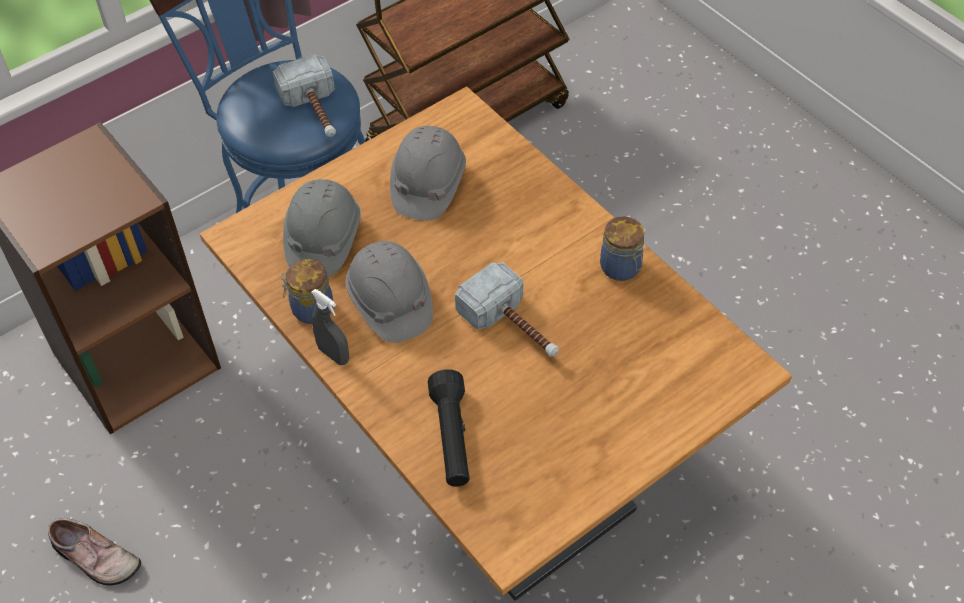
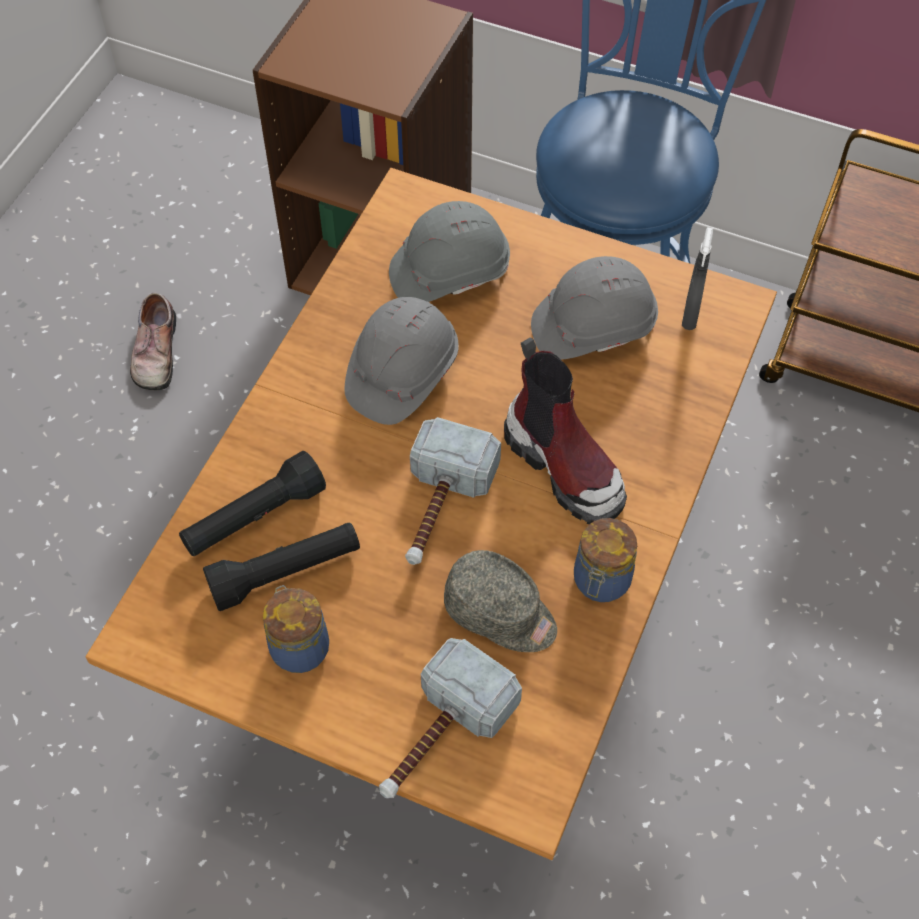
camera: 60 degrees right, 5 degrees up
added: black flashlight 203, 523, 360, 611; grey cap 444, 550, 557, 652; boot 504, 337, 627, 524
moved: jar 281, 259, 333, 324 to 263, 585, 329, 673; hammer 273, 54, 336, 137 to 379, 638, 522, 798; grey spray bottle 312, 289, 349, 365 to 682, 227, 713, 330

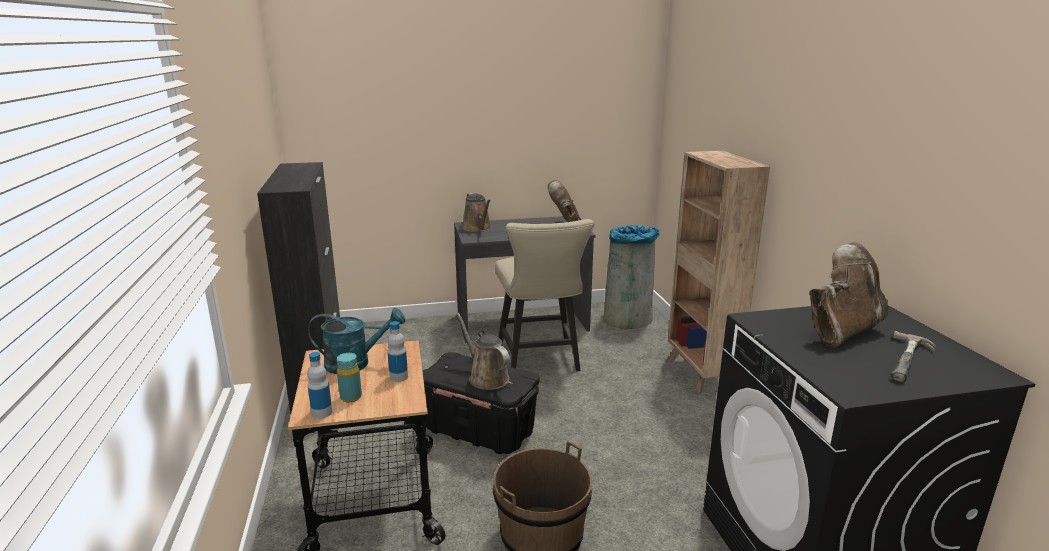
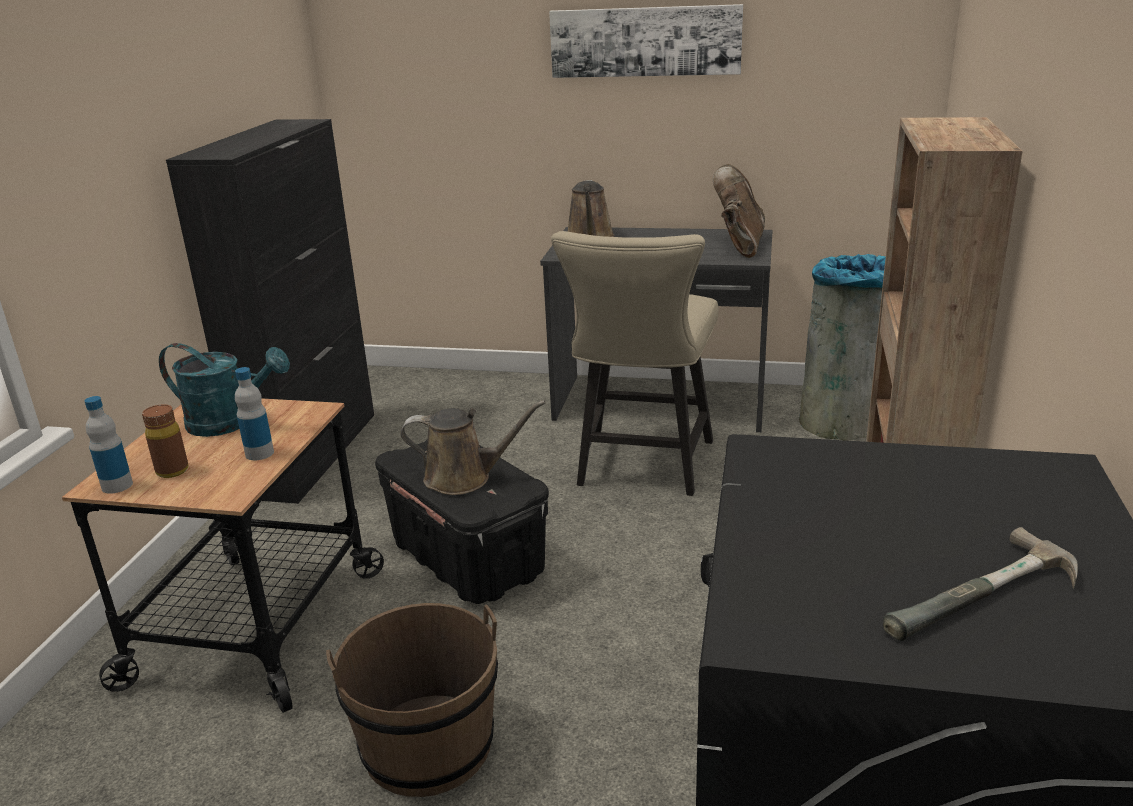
camera: 25 degrees right, 5 degrees up
removed: brown boot 809, 242, 889, 348
added: picture 549, 4, 743, 78
recoloured: turquoise bottle 337, 353, 362, 403 to brown bottle 142, 404, 189, 478
turned: brown watering can 456, 312, 510, 390 = 401, 400, 545, 495 105 degrees clockwise

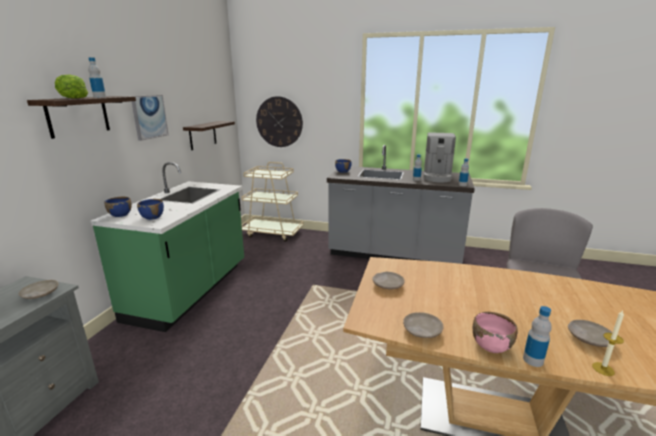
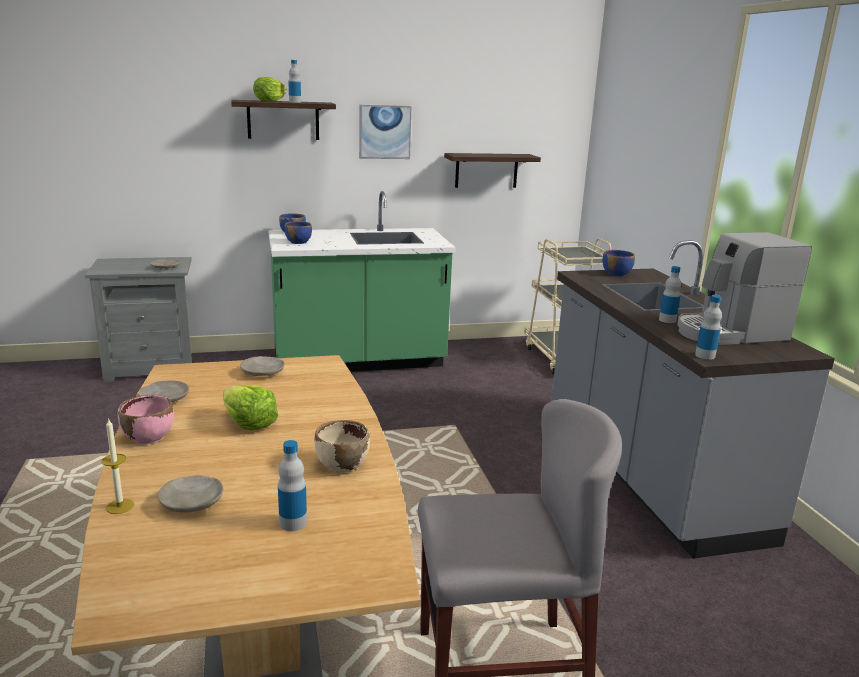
camera: 60 degrees right, 0 degrees up
removed: wall clock 256, 96, 303, 147
added: lettuce 223, 385, 278, 430; beige bowl 315, 420, 370, 472
moved: bottle 523, 306, 551, 367 to 278, 440, 307, 531

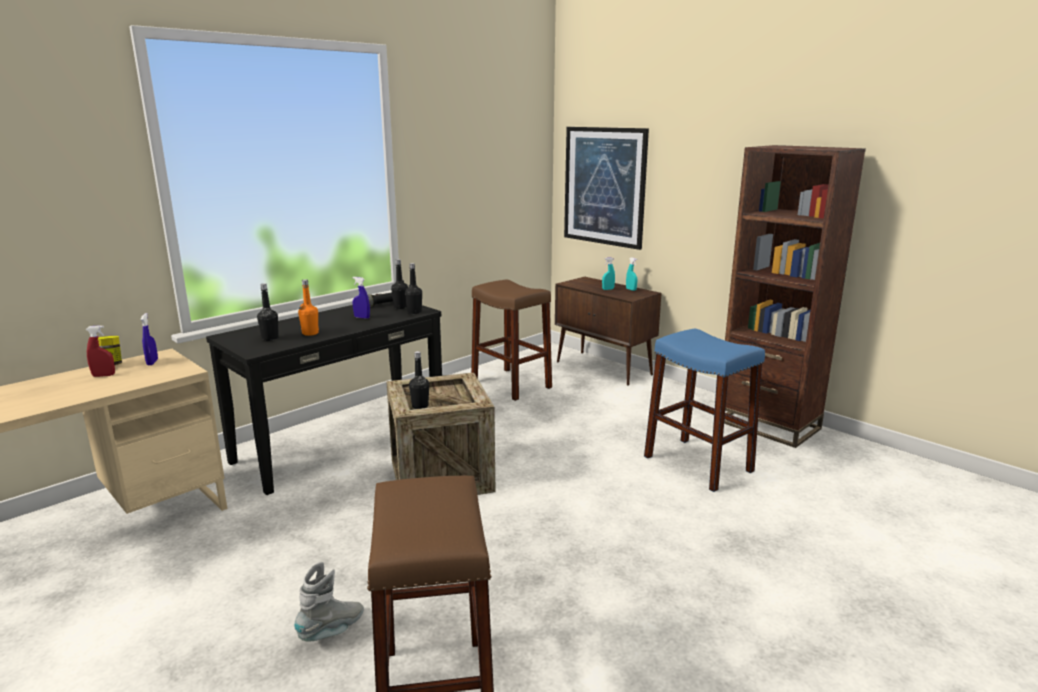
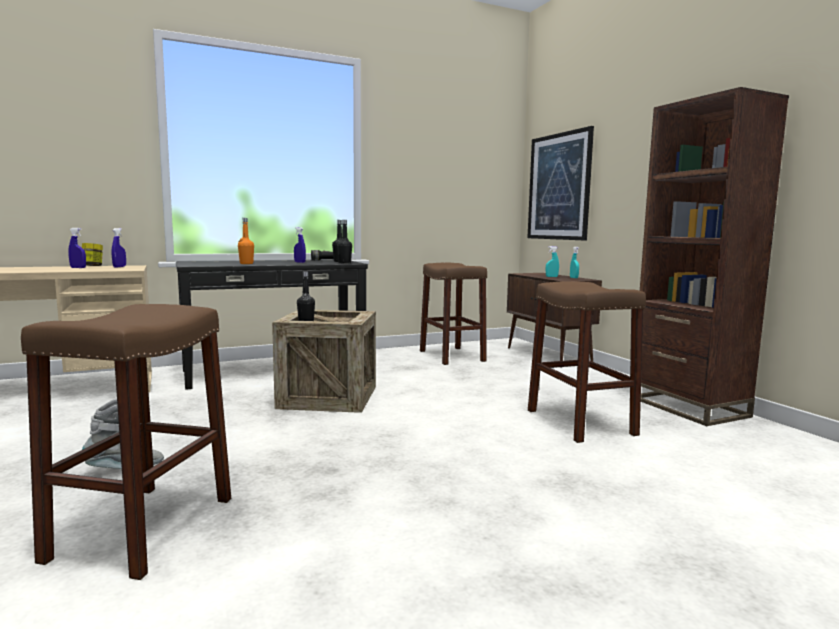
camera: 20 degrees right, 10 degrees down
removed: black bottle 257, 283, 279, 341
recoloured: red spray bottle 85, 325, 115, 377 to blue spray bottle 68, 228, 86, 268; blue stool 644, 329, 765, 492 to brown stool 528, 281, 646, 443

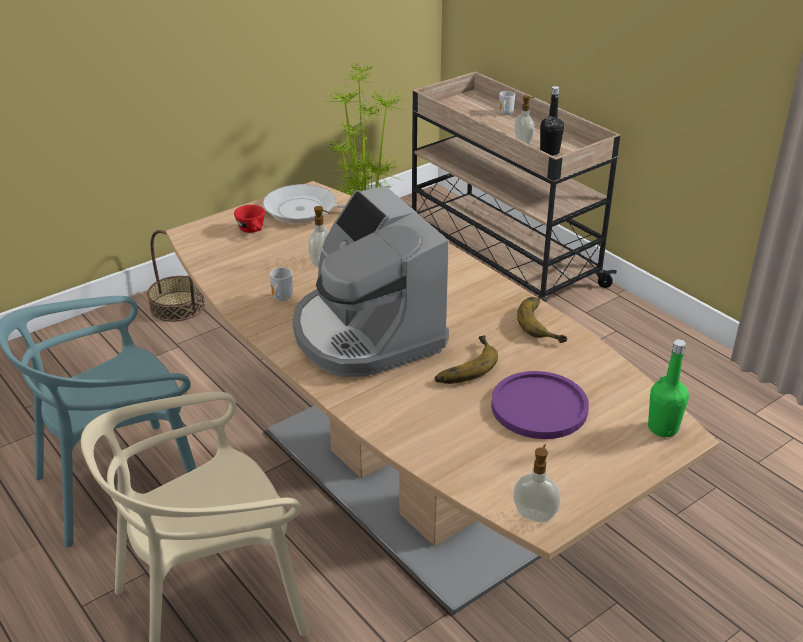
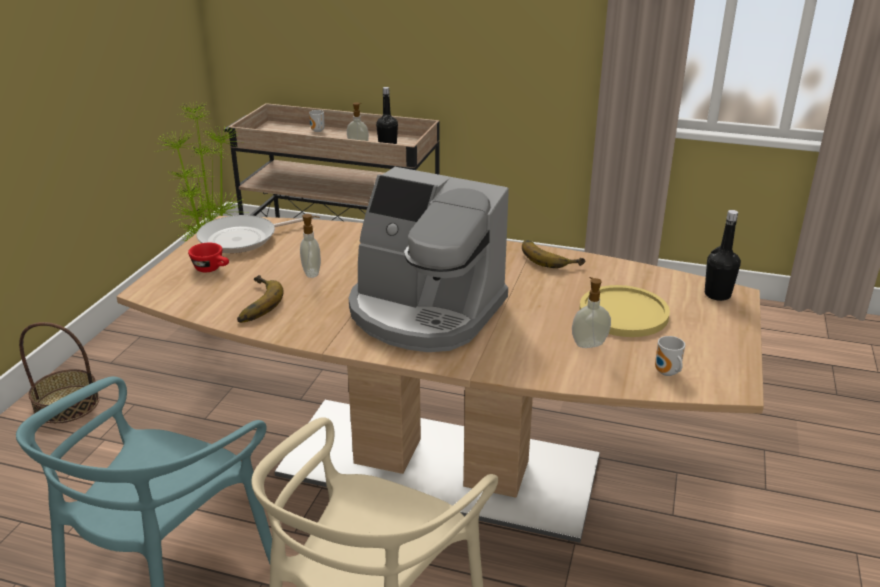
camera: 35 degrees left, 5 degrees down
moved: banana 435, 335, 498, 384 to 237, 275, 284, 323; soap dispenser 513, 444, 560, 522 to 572, 277, 611, 348; mug 270, 267, 293, 301 to 655, 336, 685, 376
recoloured: purple plate 491, 371, 589, 439 to yellow plate 579, 285, 670, 337; green bottle 648, 339, 689, 437 to black bottle 705, 210, 741, 301

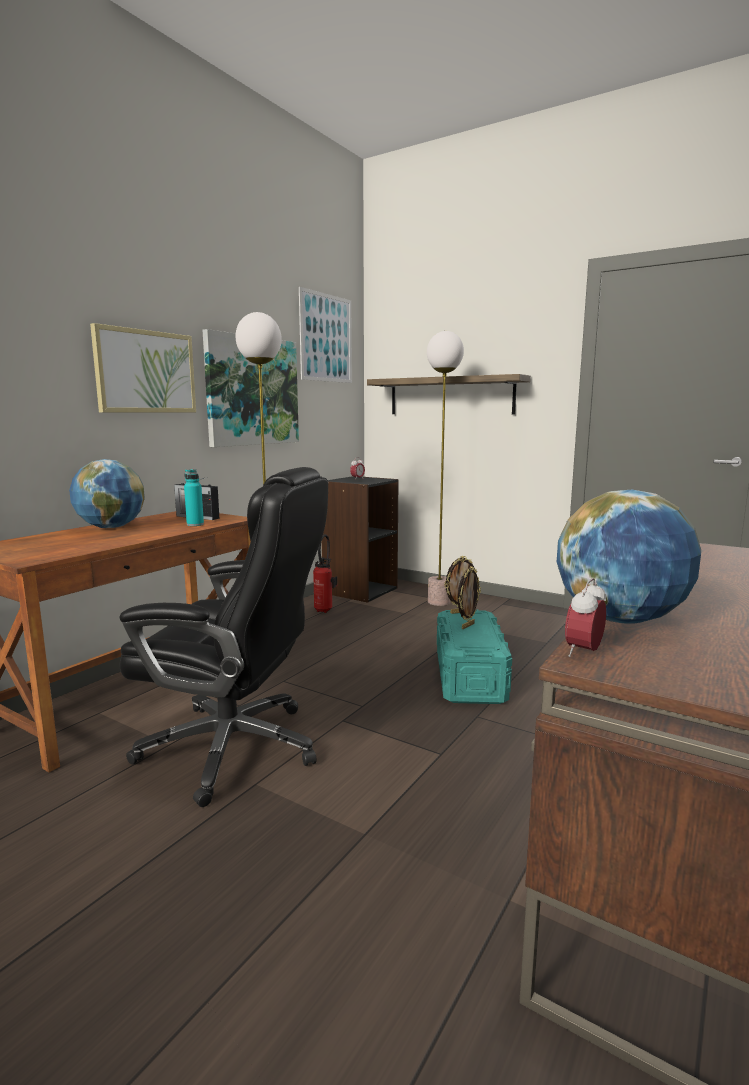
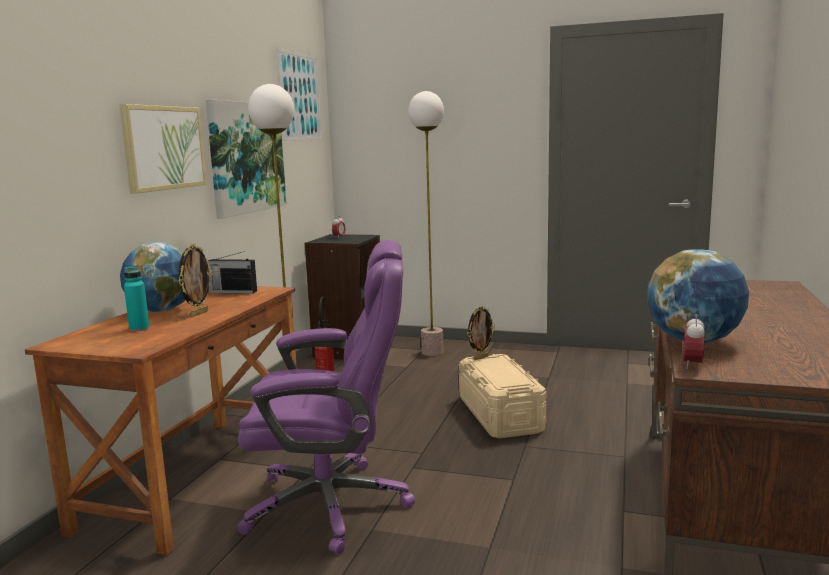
camera: 15 degrees left, 0 degrees up
removed: shelf 367, 374, 531, 414
moved: turquoise bottle 184, 469, 204, 526 to 124, 266, 150, 331; picture frame 458, 566, 481, 629 to 178, 243, 213, 317
recoloured: black office chair 120, 467, 328, 807 to purple office chair 237, 240, 415, 555; turquoise storage box 437, 610, 512, 704 to beige storage box 459, 354, 546, 439

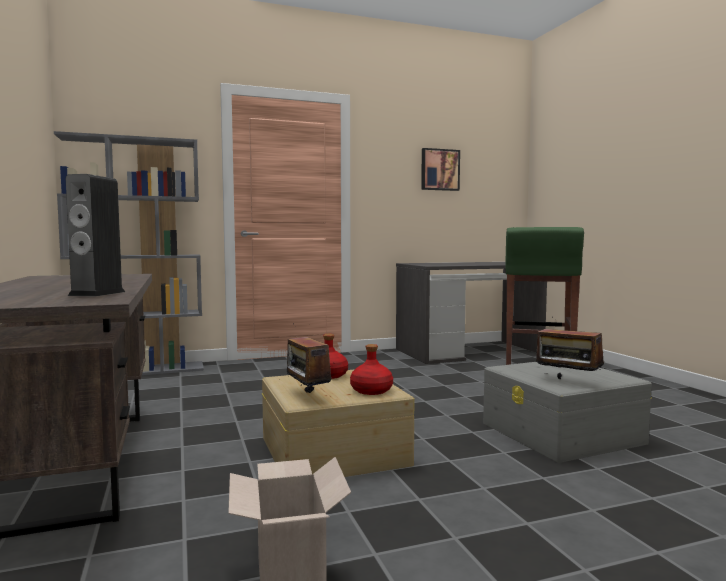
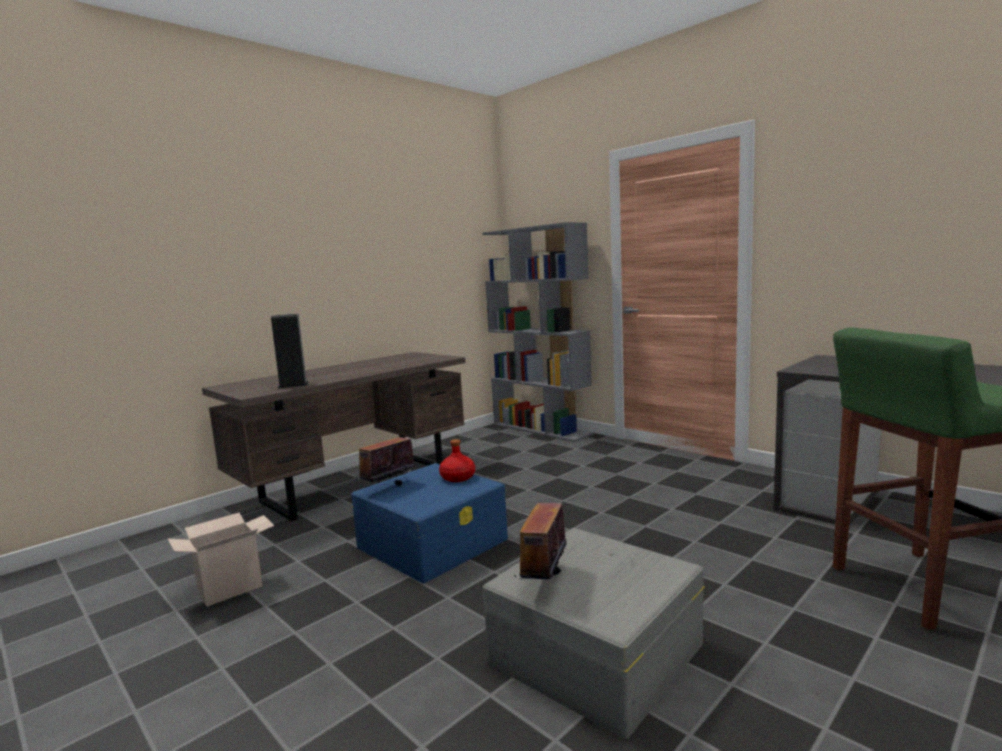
camera: 65 degrees right, 5 degrees up
removed: red bottle 350, 344, 393, 395; picture 421, 148, 460, 191
recoloured: beige storage box 262, 369, 415, 477 to blue storage box 351, 463, 508, 584

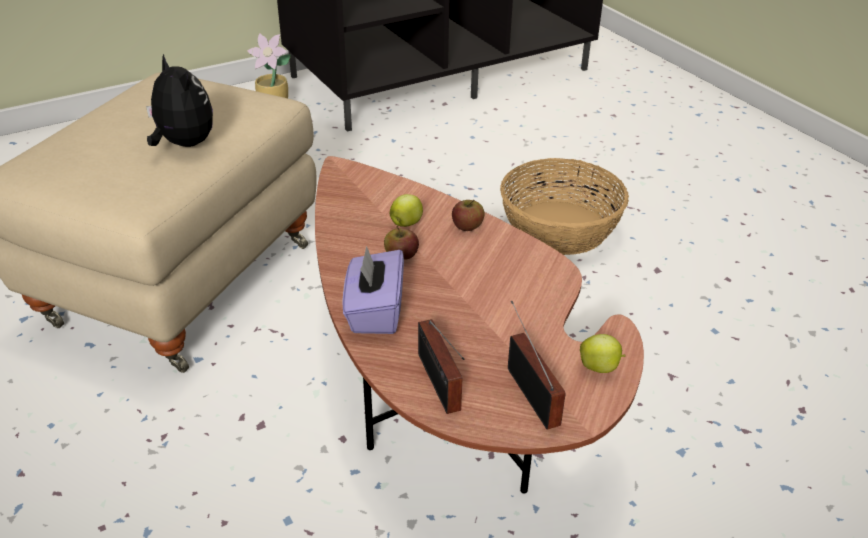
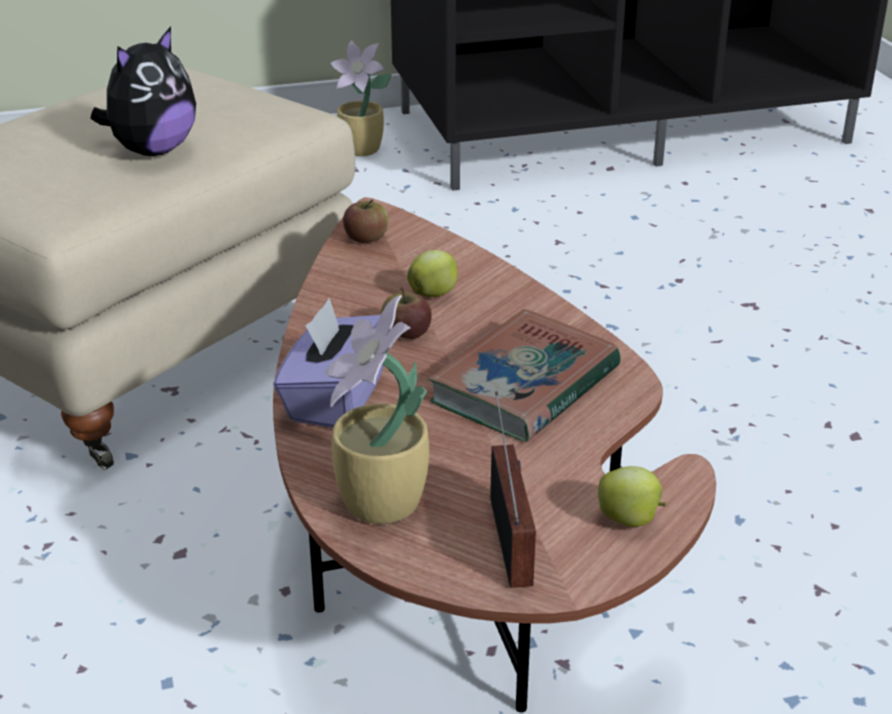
camera: 15 degrees right, 5 degrees down
removed: basket 500, 158, 629, 255
added: book 428, 309, 621, 442
moved: apple 452, 200, 484, 231 to 343, 200, 388, 243
replaced: radio 418, 319, 464, 414 to potted plant 325, 295, 429, 524
turned: plush toy 146, 54, 213, 147 = 91, 27, 196, 156 60 degrees clockwise

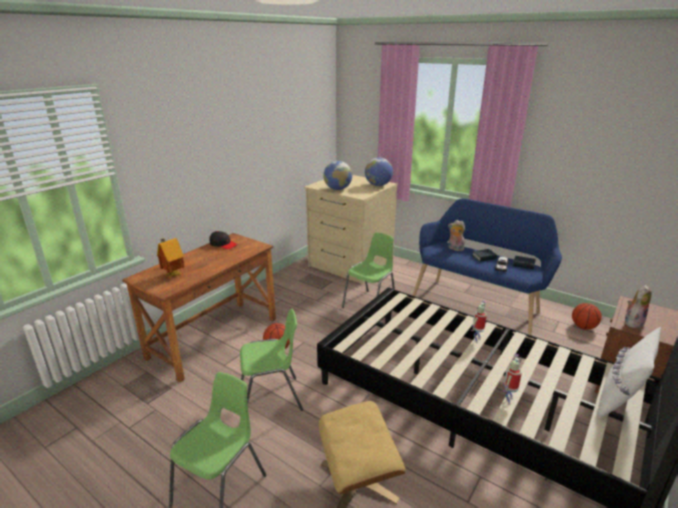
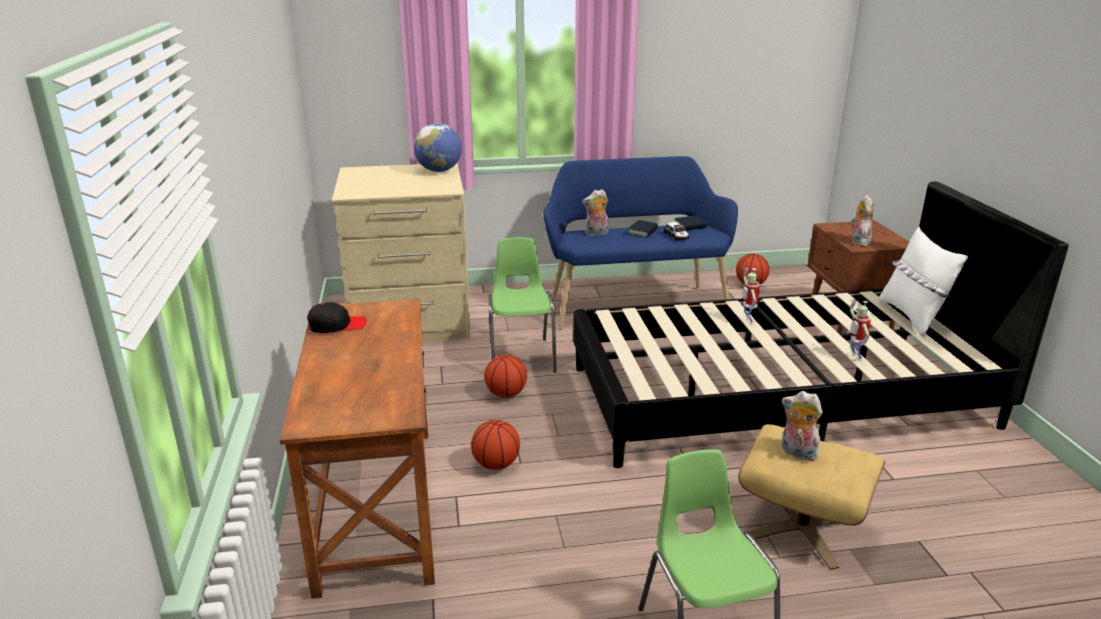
camera: 45 degrees left, 0 degrees up
removed: toy house 157, 238, 184, 278; green chair 240, 309, 303, 411; globe 323, 161, 352, 190
added: basketball 484, 354, 527, 398; plush toy 782, 391, 823, 461

